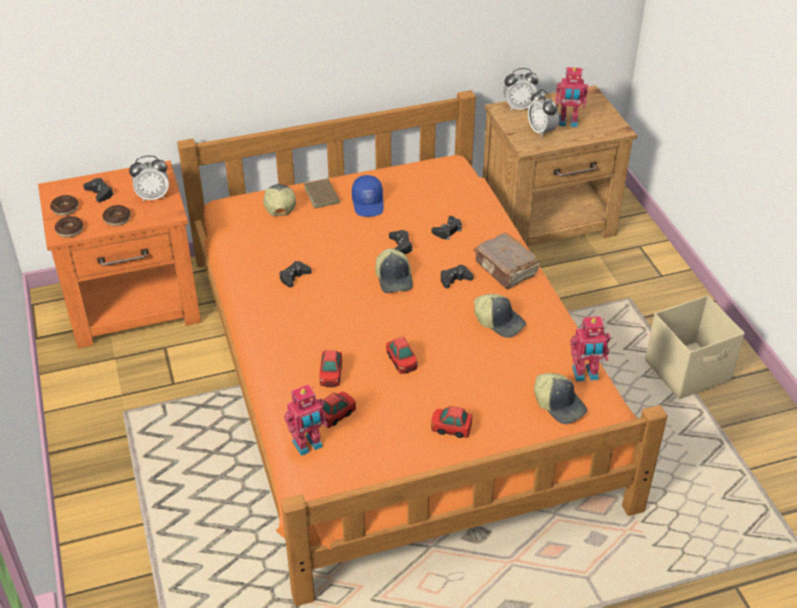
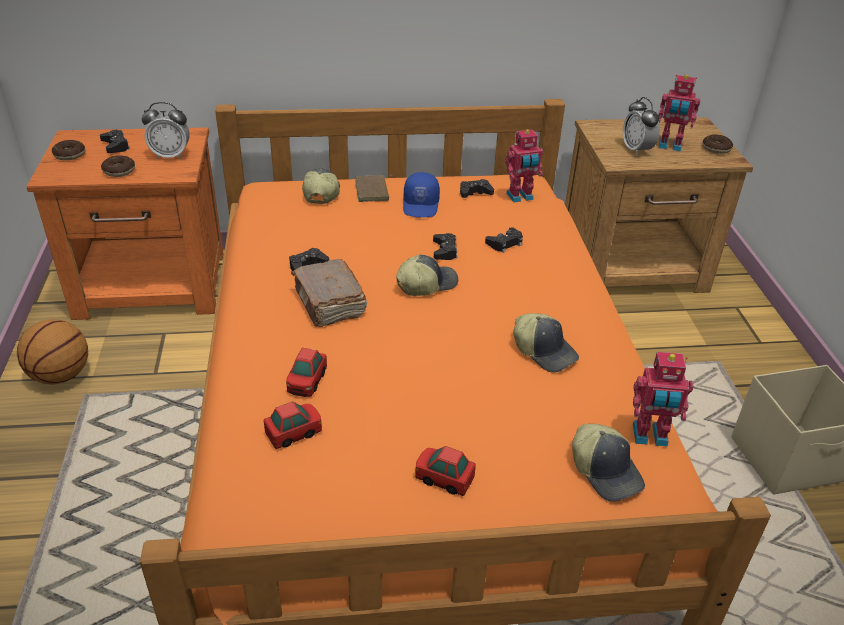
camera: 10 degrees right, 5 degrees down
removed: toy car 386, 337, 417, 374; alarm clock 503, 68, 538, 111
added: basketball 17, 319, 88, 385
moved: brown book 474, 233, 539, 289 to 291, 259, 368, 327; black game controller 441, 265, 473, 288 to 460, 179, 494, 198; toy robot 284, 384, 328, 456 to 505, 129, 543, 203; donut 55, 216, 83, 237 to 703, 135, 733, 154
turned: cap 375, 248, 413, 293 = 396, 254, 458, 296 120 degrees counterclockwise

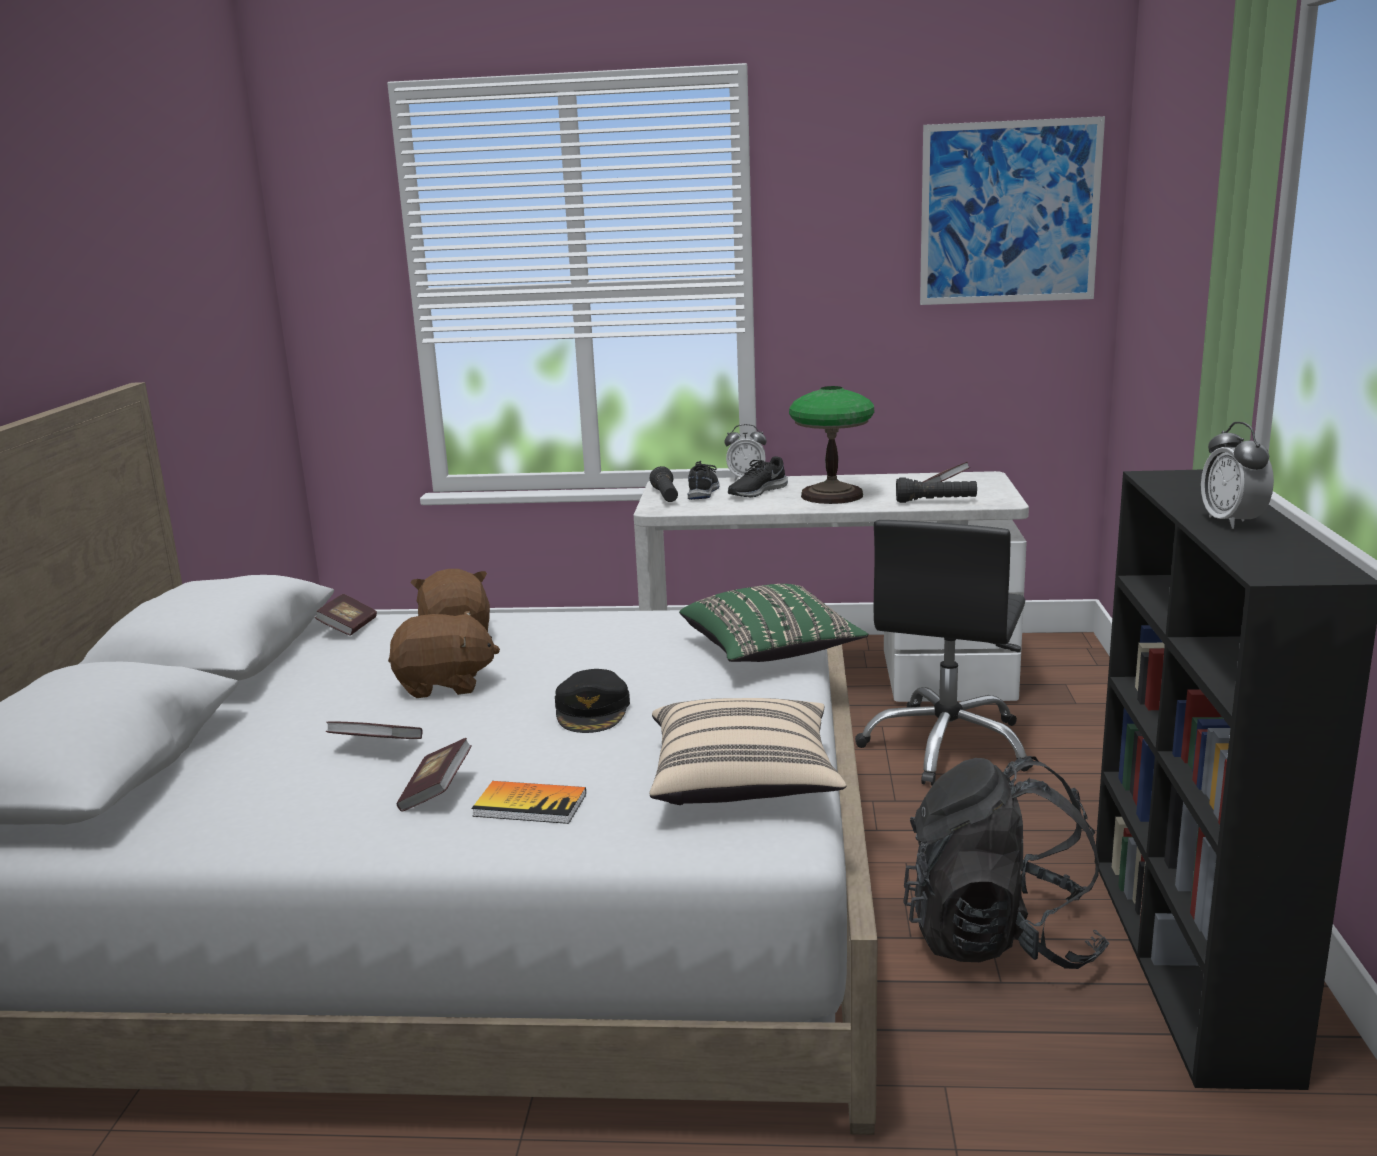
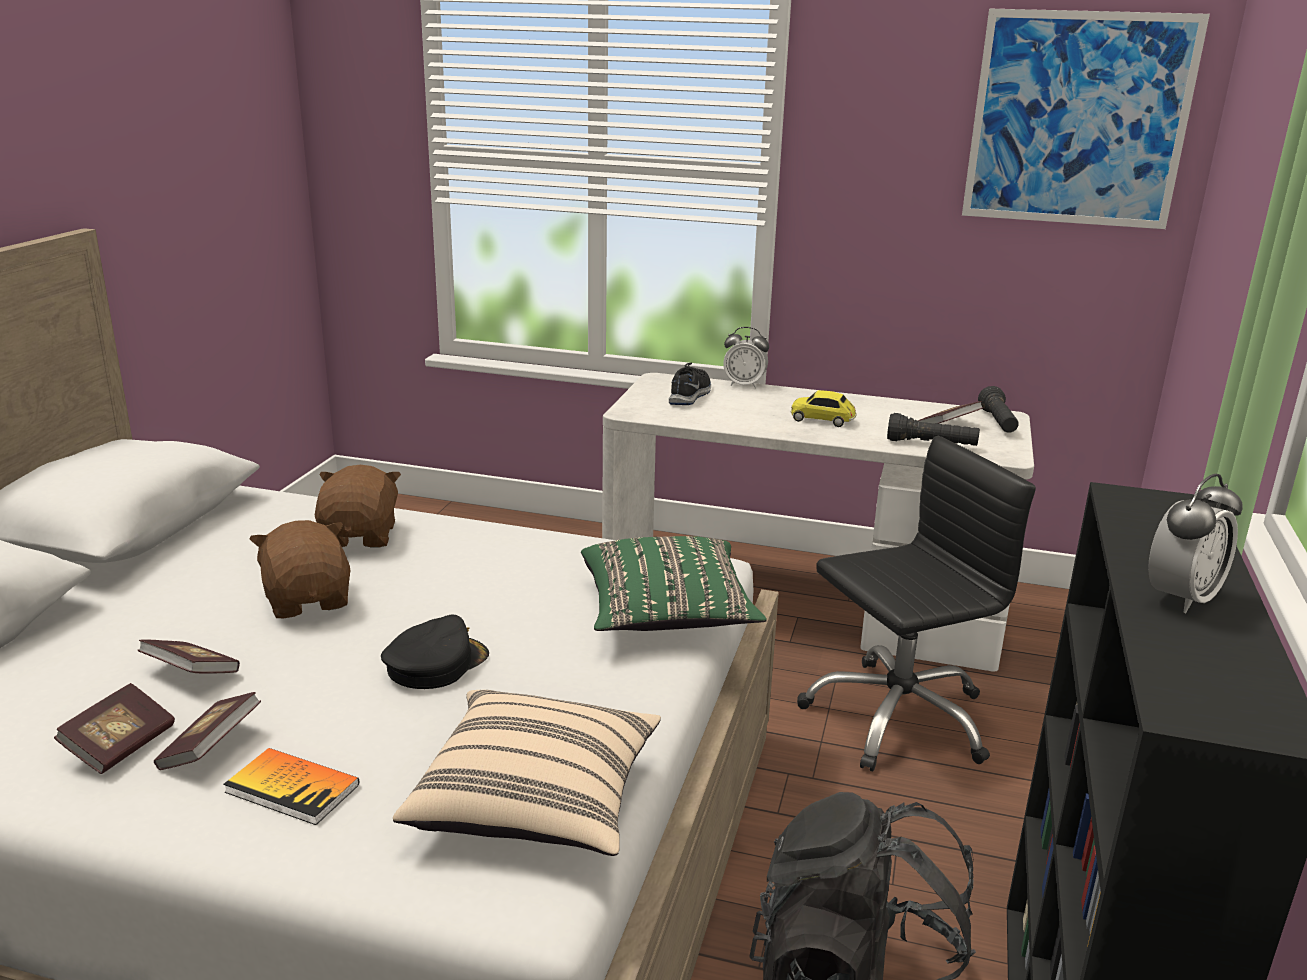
camera: 10 degrees right, 5 degrees up
removed: black shoe 728, 456, 788, 498
moved: book 315, 594, 377, 636 to 54, 683, 175, 774; black flashlight 650, 466, 678, 502 to 978, 386, 1019, 433
replaced: table lamp 789, 386, 874, 504 to toy car 791, 390, 857, 427
turned: brown plush toy 388, 611, 500, 698 = 250, 520, 350, 618 120 degrees counterclockwise; black cap 555, 669, 630, 733 = 381, 615, 489, 689 150 degrees counterclockwise; black office chair 855, 520, 1033, 786 = 797, 436, 1036, 771 150 degrees counterclockwise; alarm clock 1201, 422, 1274, 529 = 1148, 474, 1243, 613 135 degrees counterclockwise

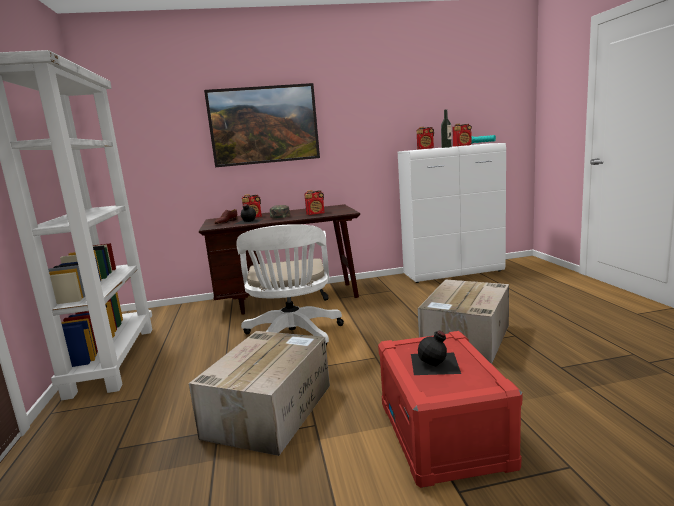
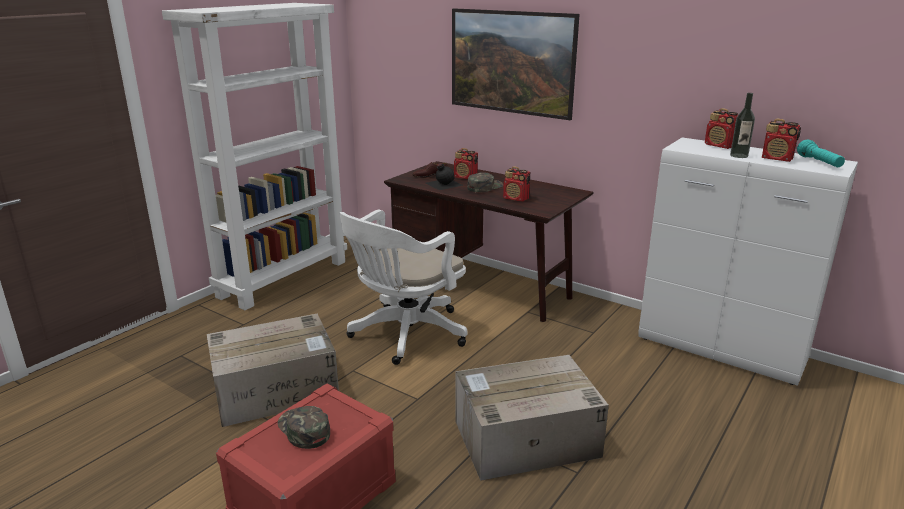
camera: 45 degrees right, 10 degrees up
replaced: black bottle 411, 331, 461, 375 to green cap 278, 406, 330, 449

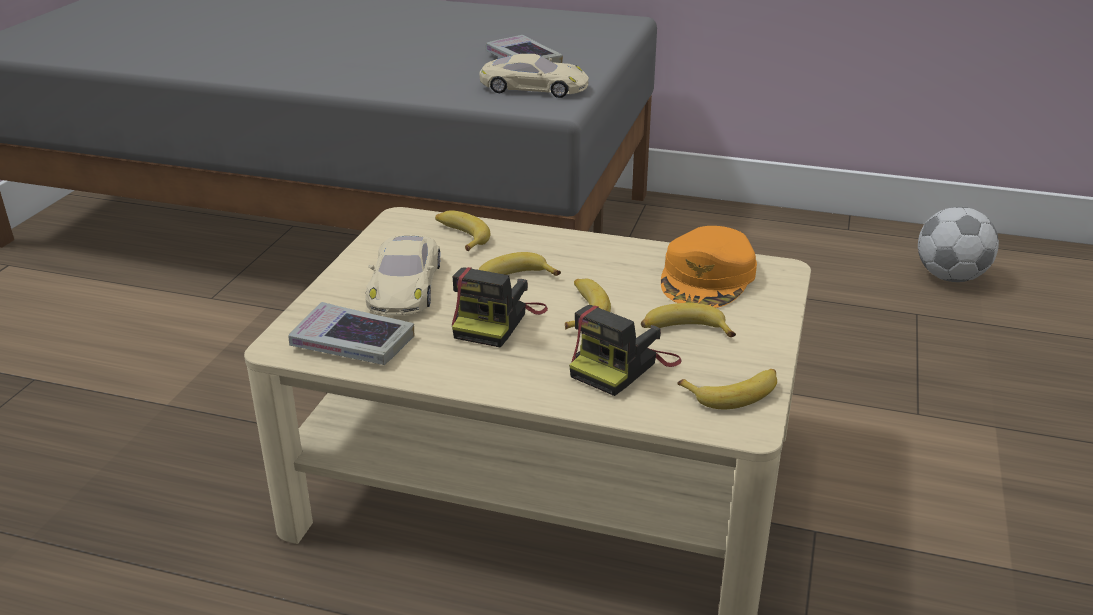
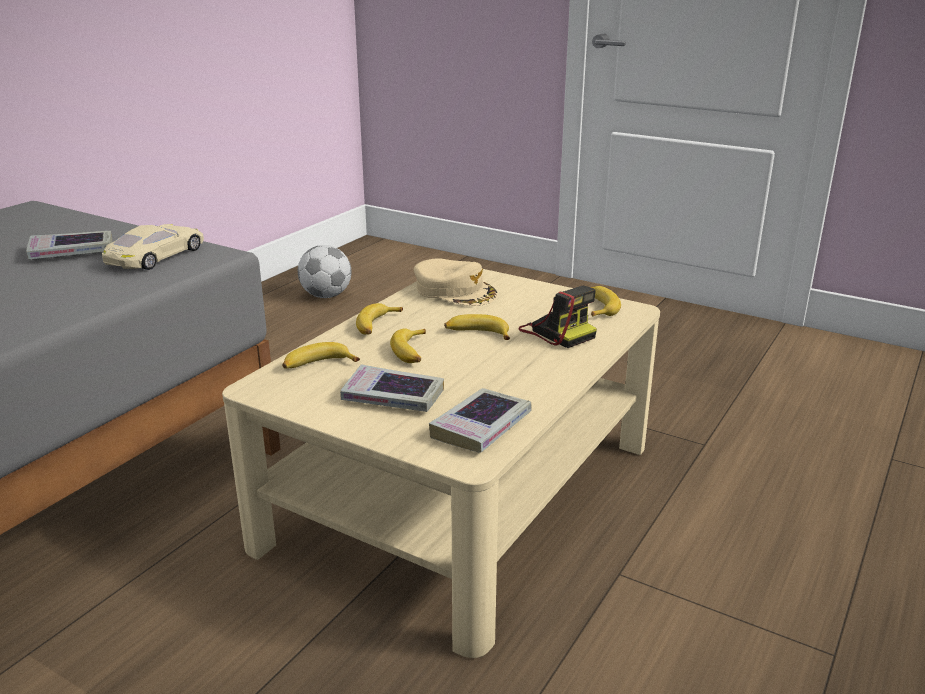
camera: 75 degrees left, 5 degrees down
removed: photo camera 452, 267, 548, 348
moved: banana 641, 303, 736, 337 to 356, 303, 403, 335
replaced: beige toy car 366, 234, 440, 315 to book 340, 364, 444, 412
recoloured: orange cap 661, 226, 757, 308 to beige cap 414, 258, 498, 306

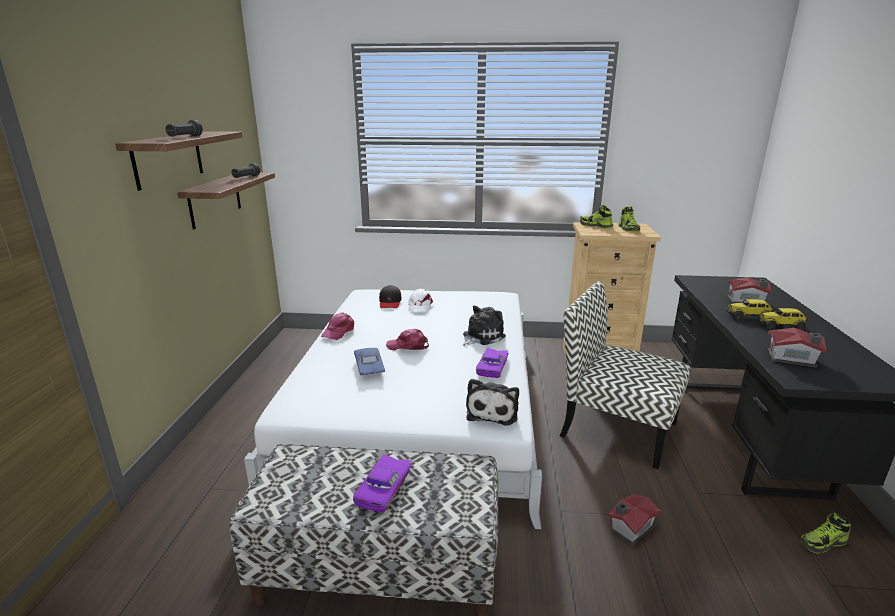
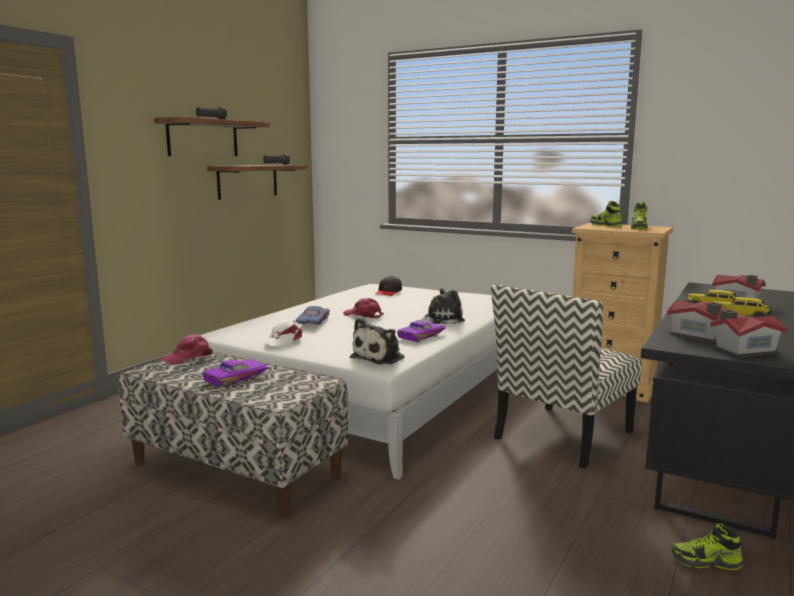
camera: 25 degrees right, 10 degrees down
moved: pink cap 321, 312, 354, 340 to 161, 333, 213, 365; white cap 408, 289, 433, 312 to 264, 318, 302, 348; toy house 608, 494, 661, 546 to 710, 310, 788, 358
turned: chair 560, 281, 690, 469 = 491, 285, 642, 469 105 degrees counterclockwise

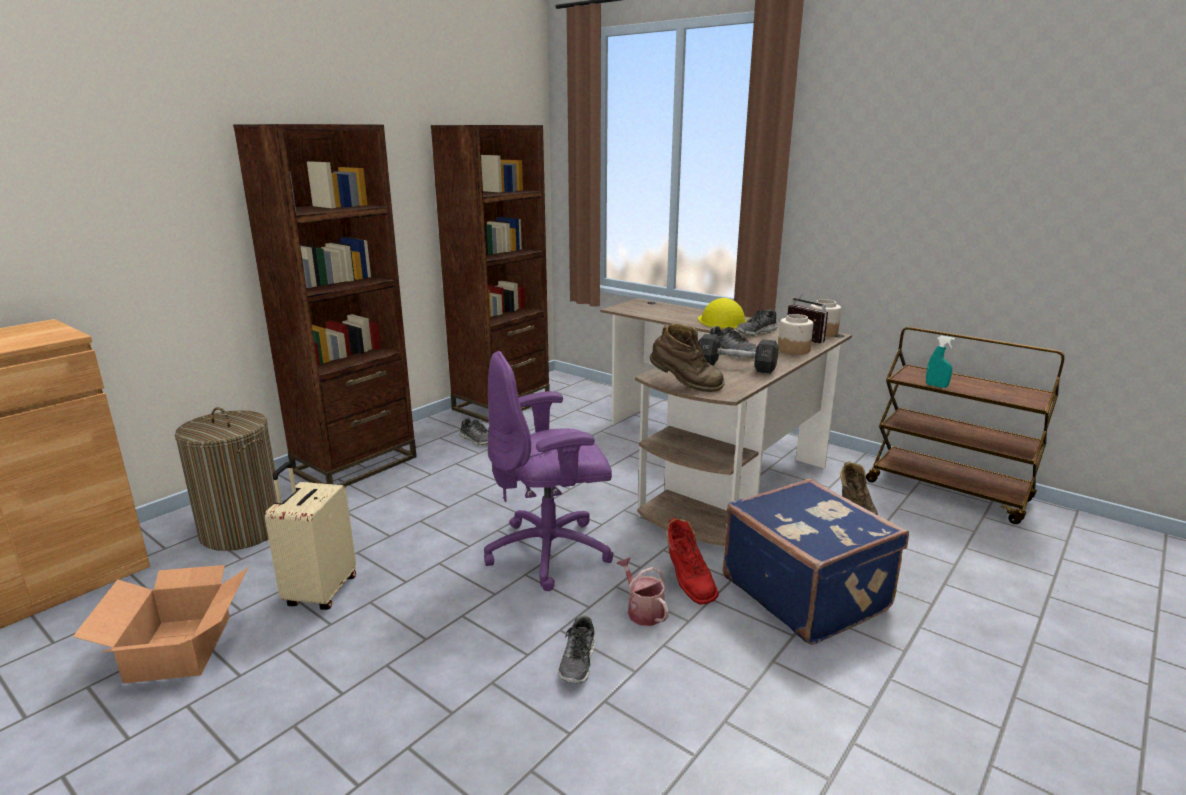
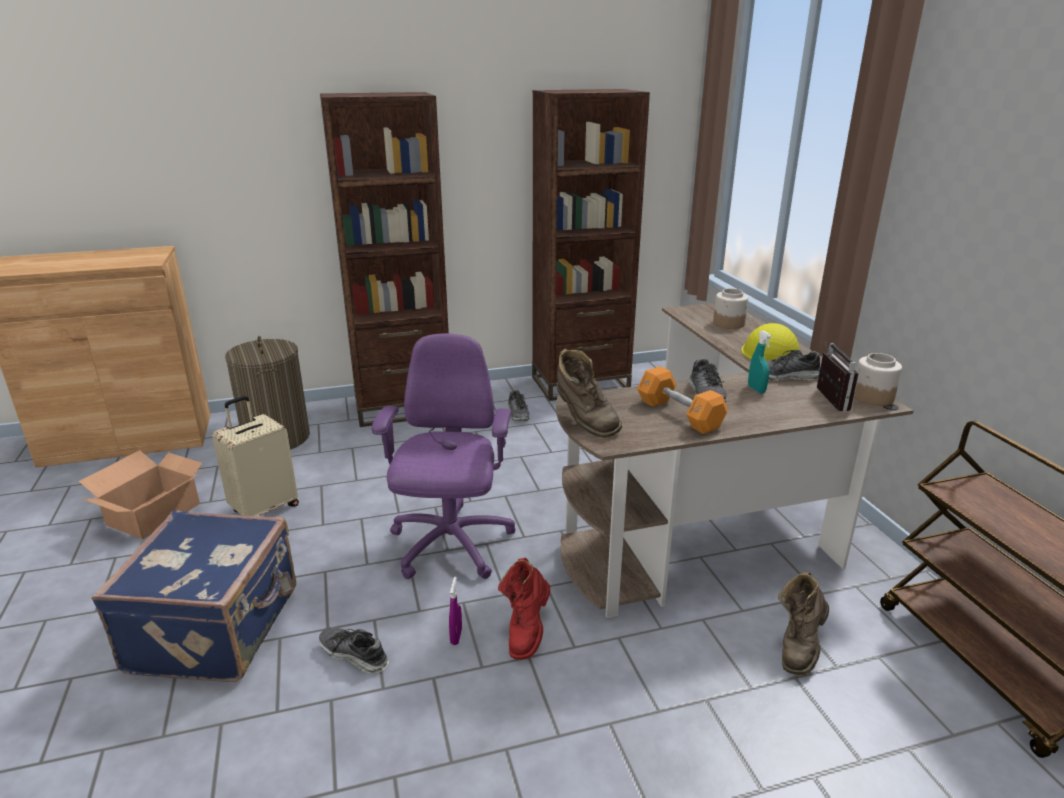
camera: 35 degrees right, 5 degrees up
moved: blue suitcase 723, 478, 909, 645 to 92, 510, 296, 682; jar 778, 314, 813, 355 to 713, 288, 748, 329; turquoise spray bottle 926, 336, 955, 388 to 748, 330, 772, 393
replaced: watering can 617, 557, 669, 626 to purple spray bottle 449, 577, 462, 645
recoloured: black dumbbell 698, 334, 778, 374 to orange dumbbell 637, 366, 728, 434
turned: shoe 558, 615, 595, 684 = 318, 627, 389, 673 75 degrees clockwise; purple office chair 484, 351, 614, 591 = 372, 333, 515, 579 75 degrees clockwise

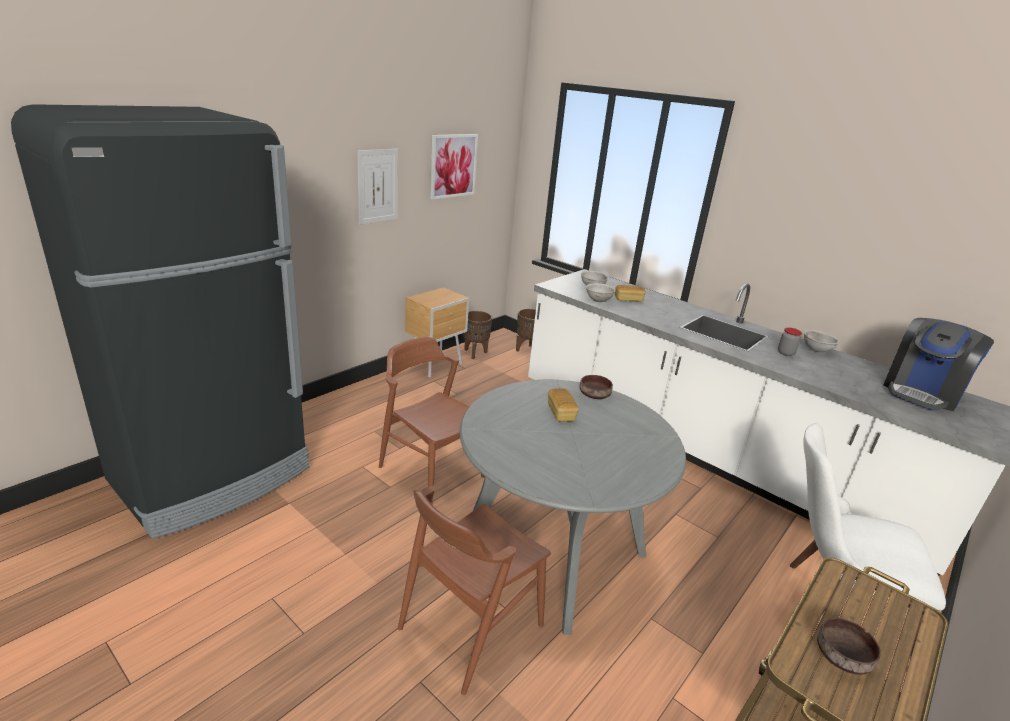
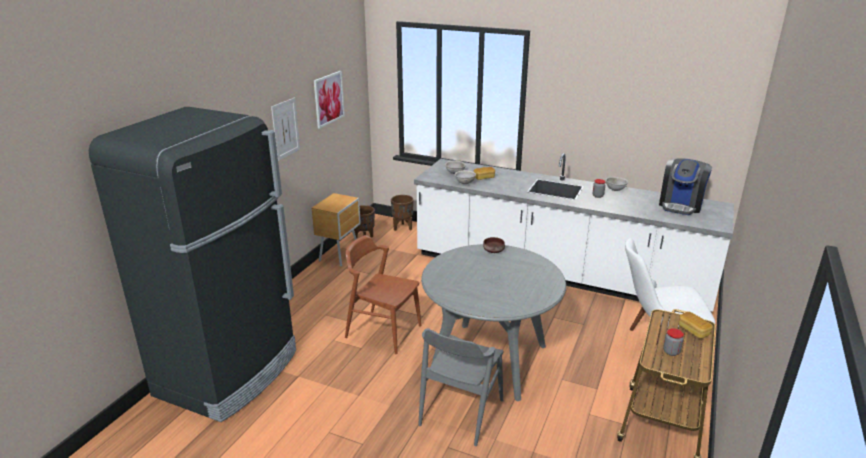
camera: 15 degrees left, 0 degrees up
moved: bread 548, 388, 579, 422 to 679, 312, 713, 339
replaced: brown bowl 817, 618, 881, 675 to jar 663, 328, 684, 356
recoloured: brown chair 398, 486, 550, 695 to grey chair 418, 328, 504, 446

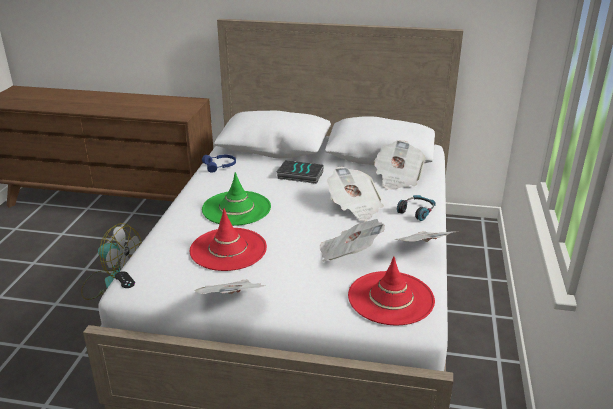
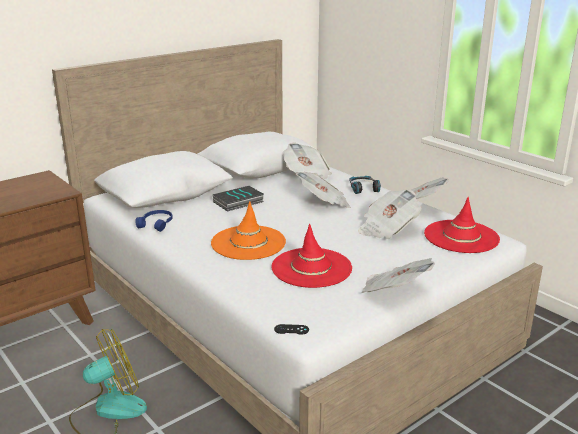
camera: 50 degrees left, 5 degrees down
recoloured: green hat 202, 172, 271, 226 to orange hat 211, 201, 286, 260

